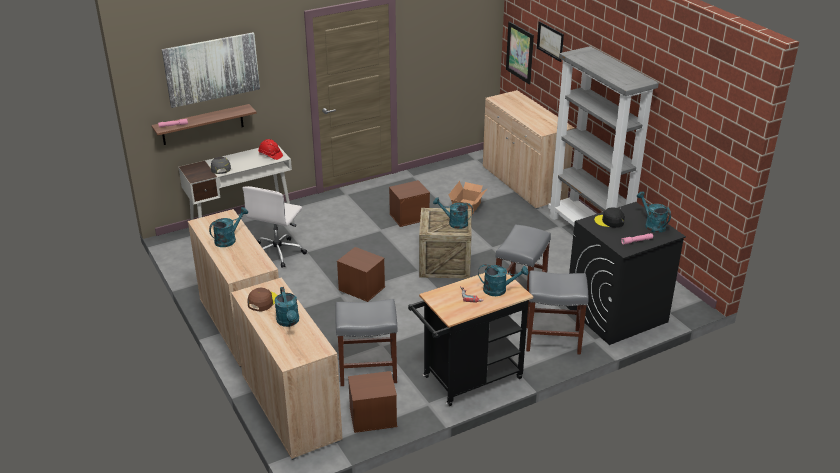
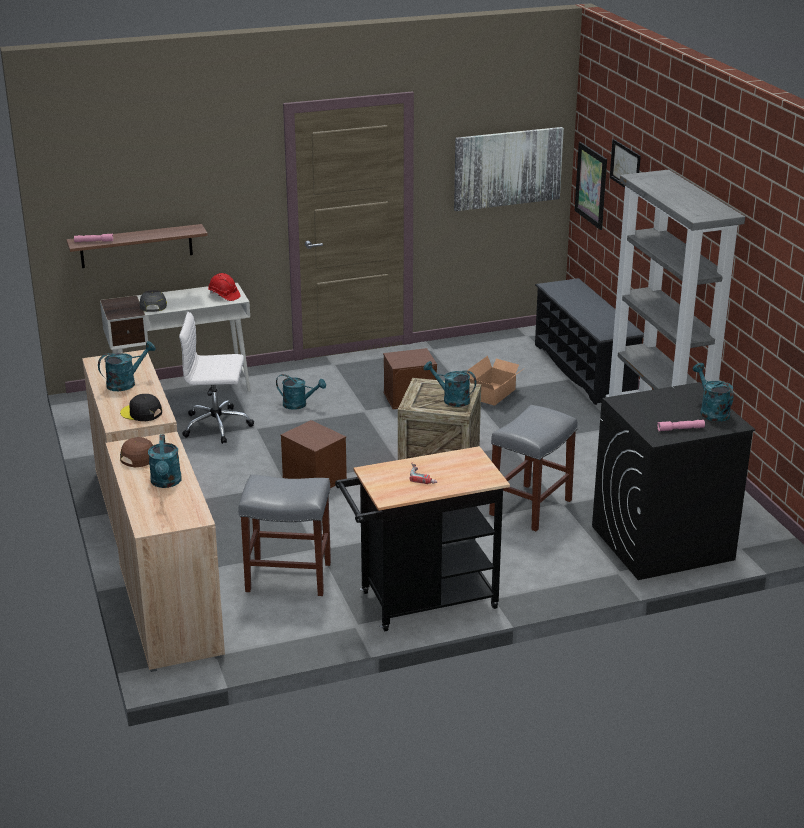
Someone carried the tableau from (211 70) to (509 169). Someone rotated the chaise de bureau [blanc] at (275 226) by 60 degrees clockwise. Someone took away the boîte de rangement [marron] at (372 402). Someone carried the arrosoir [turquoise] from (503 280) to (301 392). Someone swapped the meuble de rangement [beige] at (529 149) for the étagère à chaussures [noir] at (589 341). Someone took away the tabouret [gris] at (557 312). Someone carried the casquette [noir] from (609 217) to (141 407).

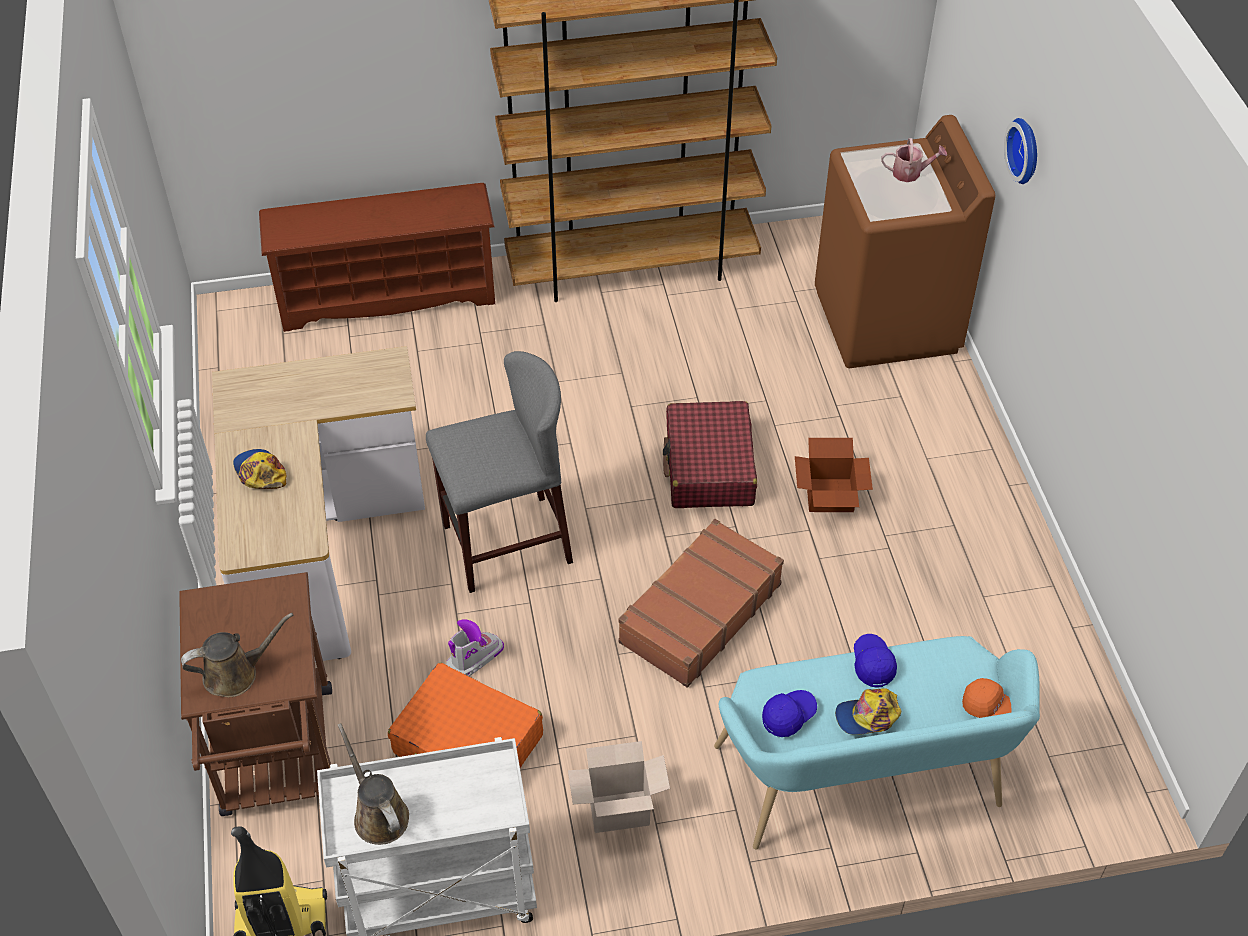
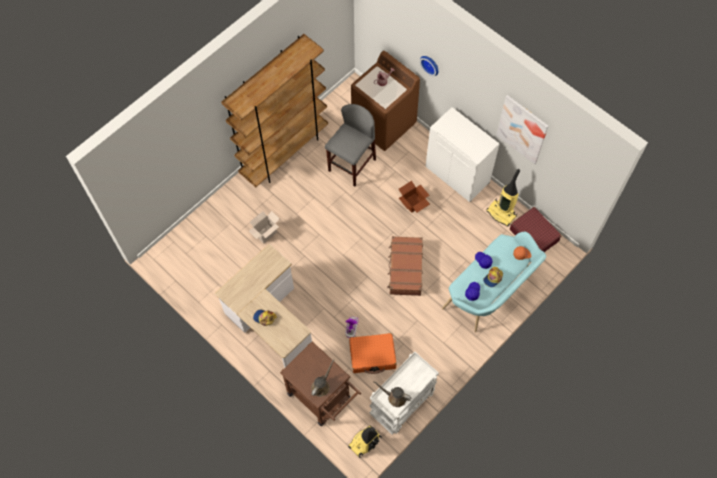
Someone took away the étagère à chaussures [marron] at (377 257). Someone carried the tabouret [gris] from (499 472) to (350 145). Someone carried the carton from (619 787) to (264 227). Someone carried the valise [rouge] from (710 454) to (535 229). Someone put down the meuble de rangement [blanc] at (462 154). Someone put down the aspirateur at (503 197). Someone put up the tableau at (523 129).

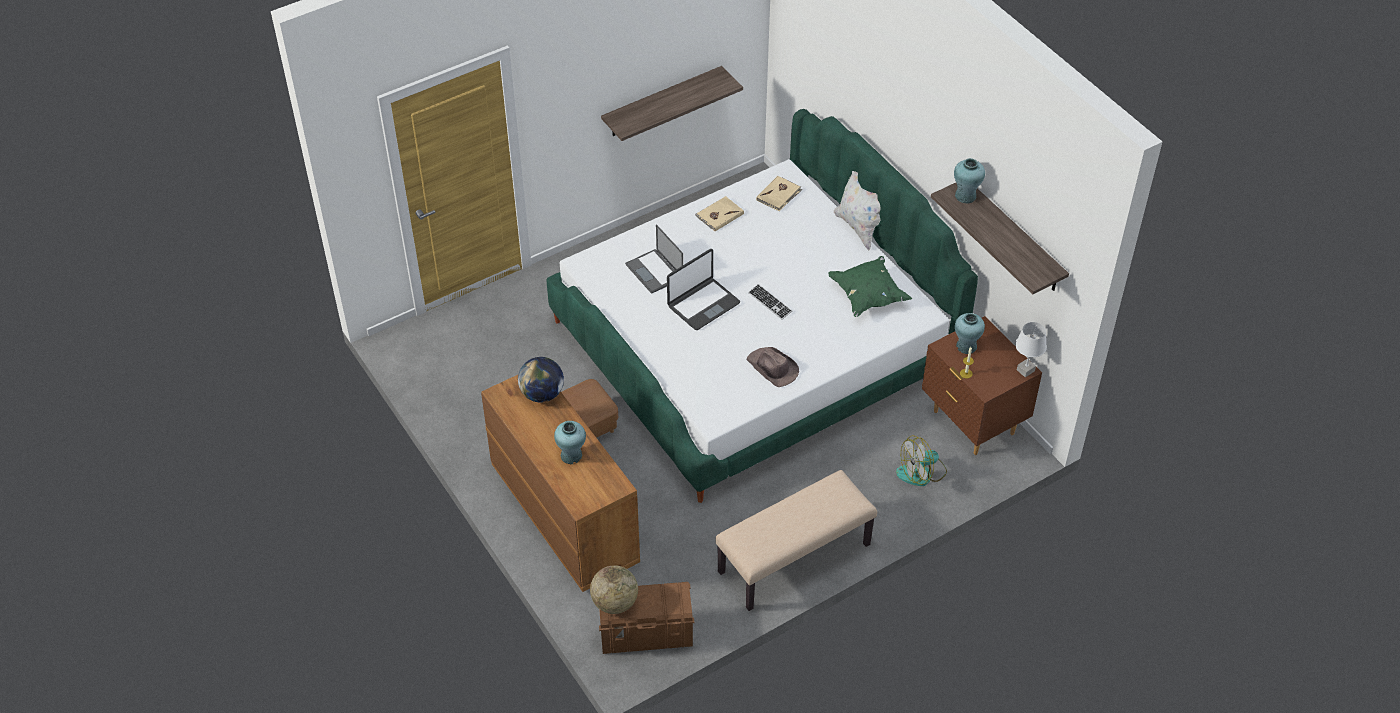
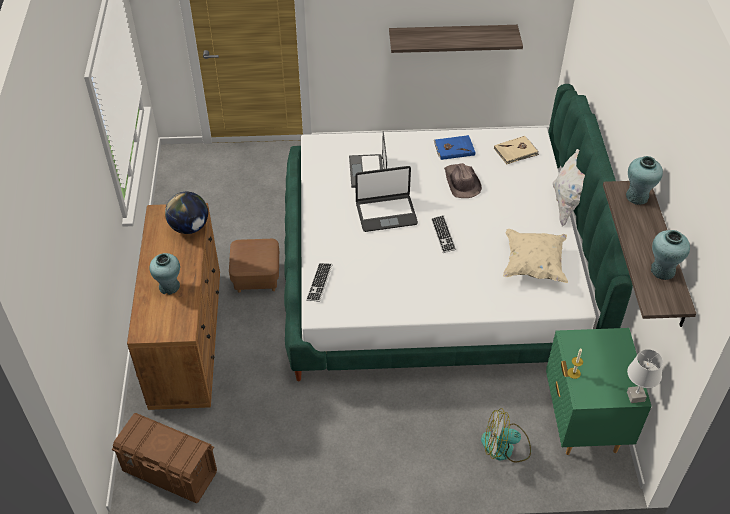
Someone took away the globe at (614 589). Someone repainted the livre [beige] at (719 213), which became the livre [bleu] at (454 147). Someone took away the banc [beige] at (796 540). Someone carried the chapeau [marron] from (773 367) to (463 180). Someone repainted the coussin [vert] at (870 286), which became the coussin [beige] at (535 256). Someone repainted the table de chevet [marron] at (982 385), which became the table de chevet [vert] at (599 391). Someone carried the vase [turquoise] from (970 333) to (670 255). Someone put down the clavier at (319 282).

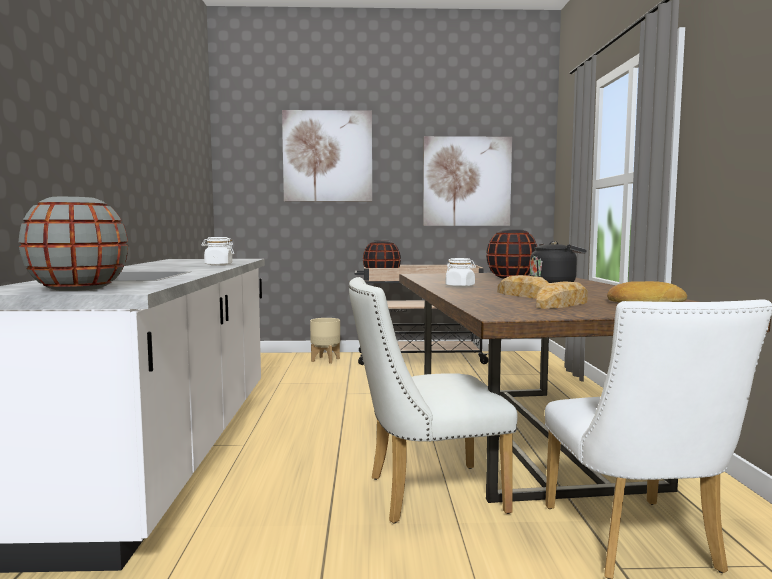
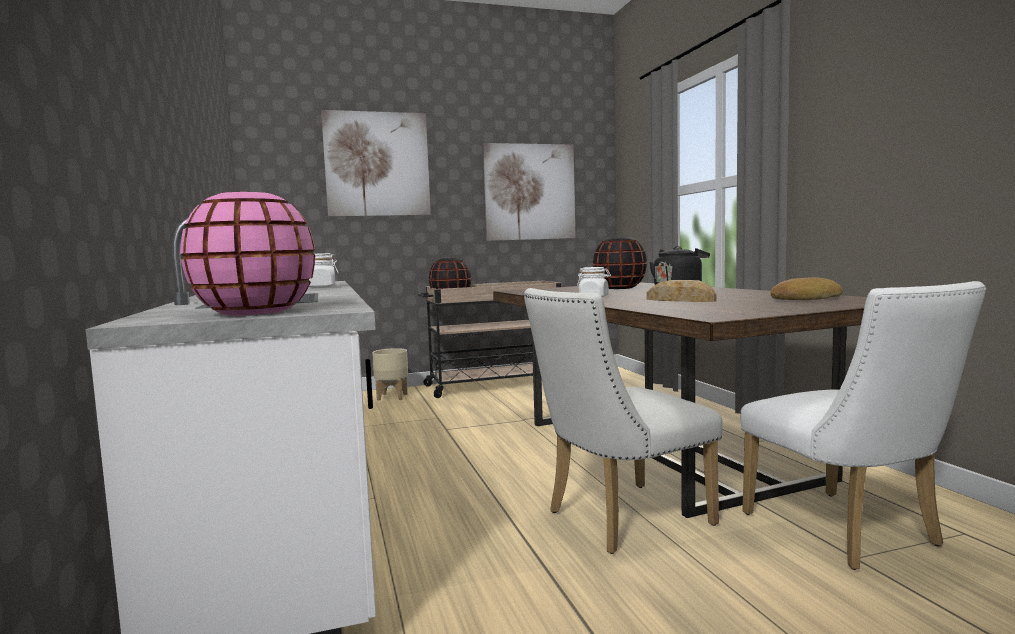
Someone repainted the vase [gris] at (73 244), which became the vase [rose] at (247 254). Someone took away the pain at (562 295).

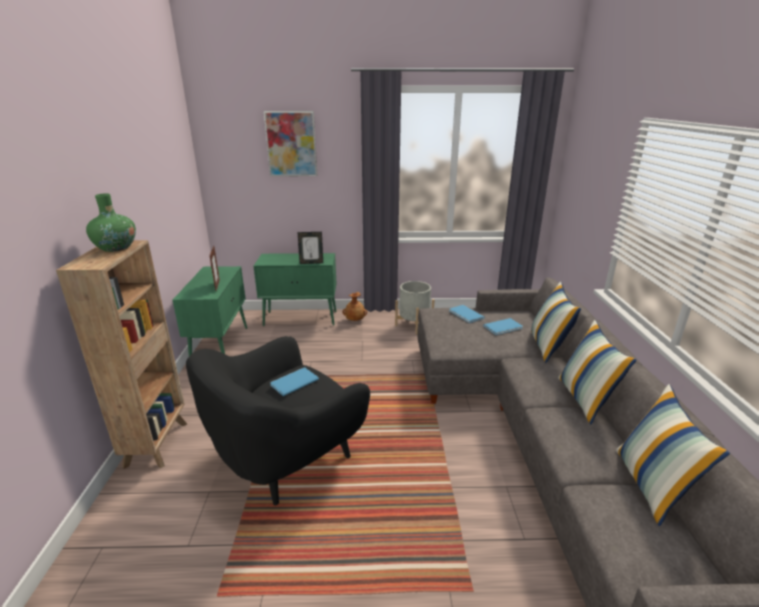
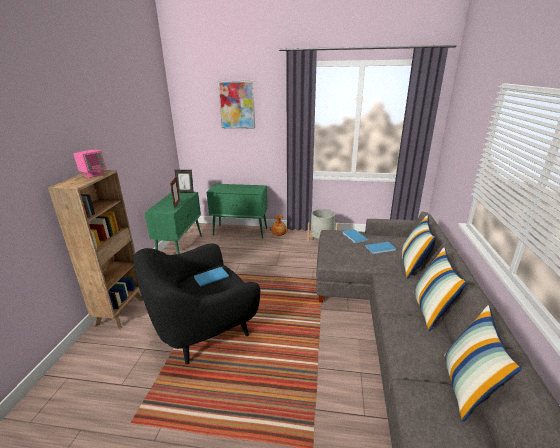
Someone swapped the vase [vert] at (111 222) for the enceinte [rose] at (89 164). Someone carried the cadre photo from (310 248) to (184 181).

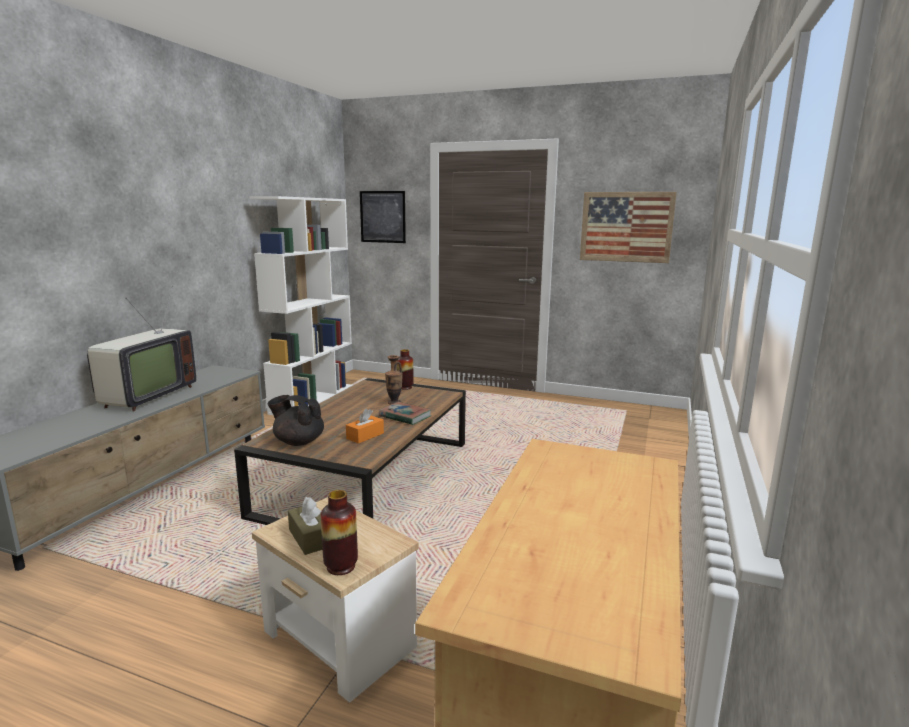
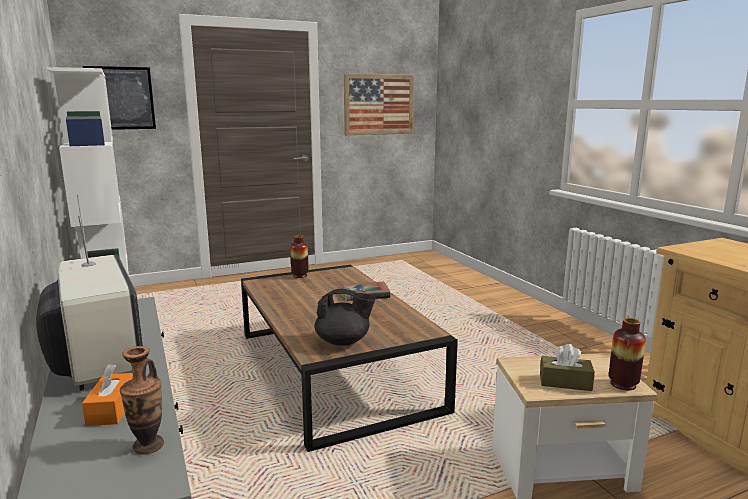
Someone rotated the théière [noir] at (296 420) by 150 degrees counterclockwise. Someone carried the boîte à mouchoirs [orange] from (365 426) to (107 395). Someone carried the vase from (394 380) to (142 400).

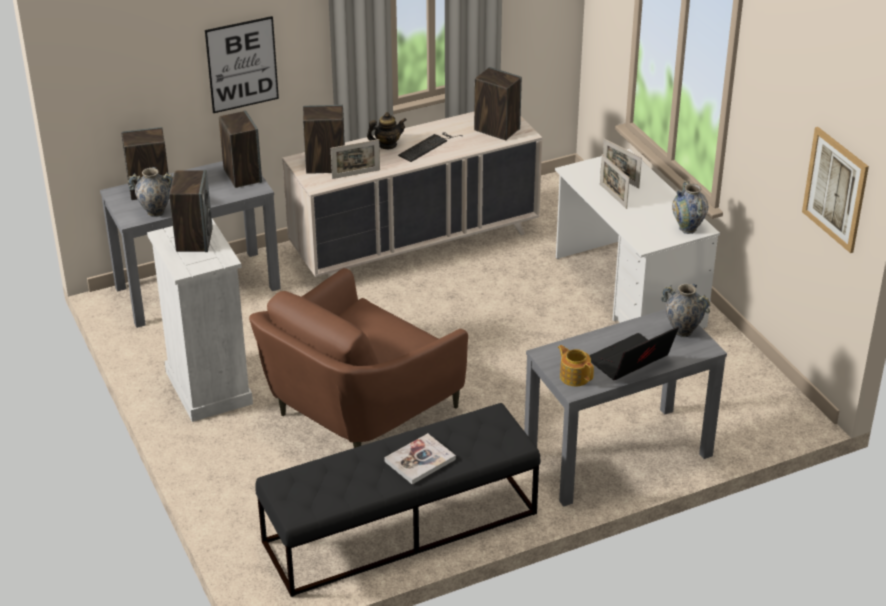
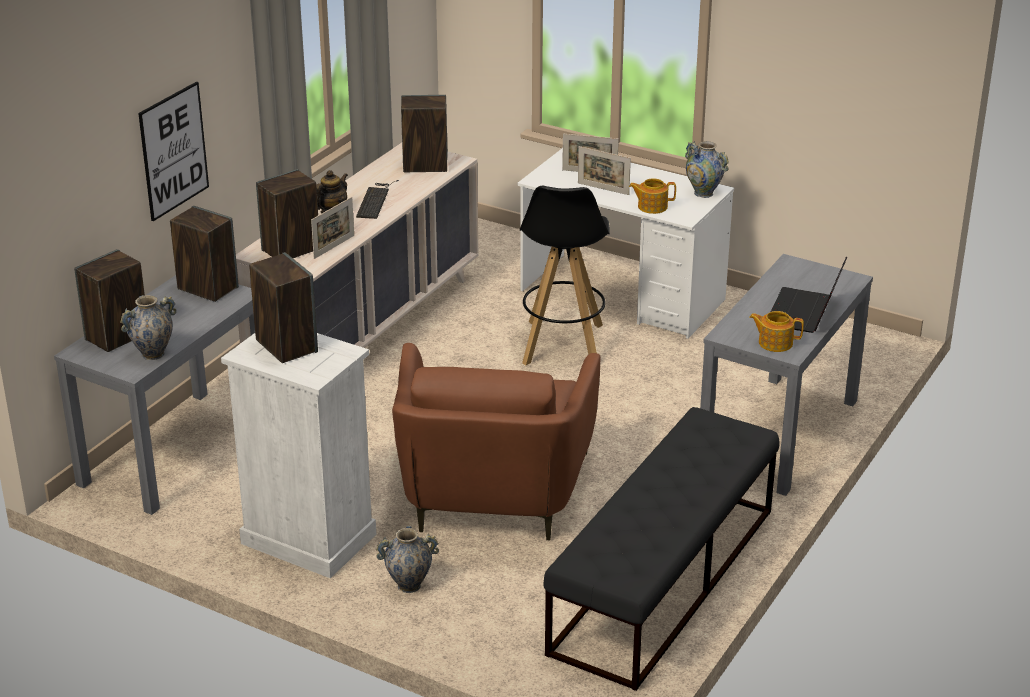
Someone took away the livre at (420 459). Someone carried the vase from (686 310) to (407 559). Someone took away the tableau at (835 190). Someone put down the tabouret [noir] at (565 276). Someone put down the théière at (652 196).

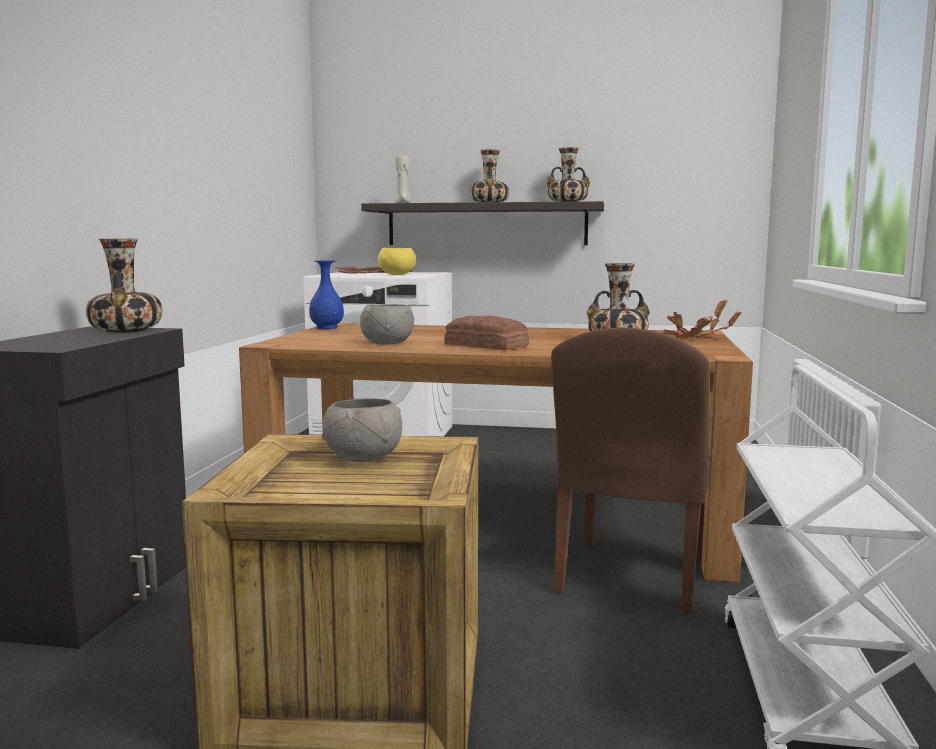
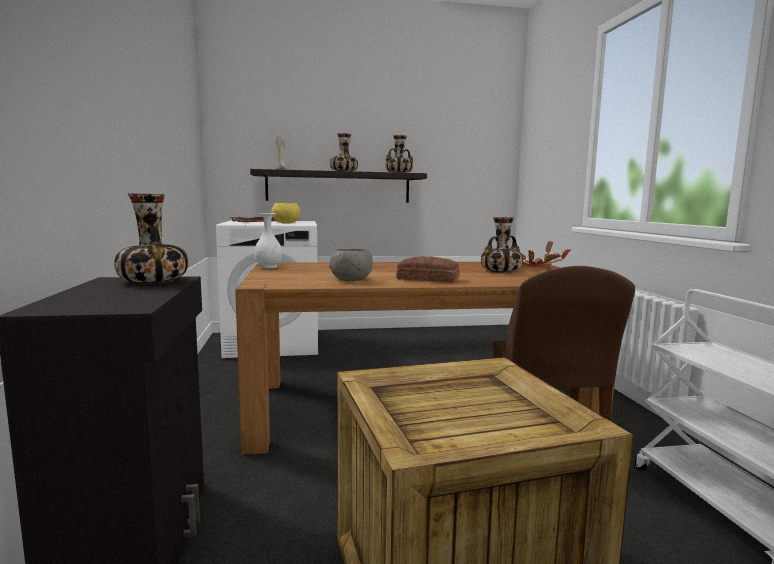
Someone repainted the vase [bleu] at (326 294), which became the vase [blanc] at (268 240). Someone took away the bol [gris] at (362 430).

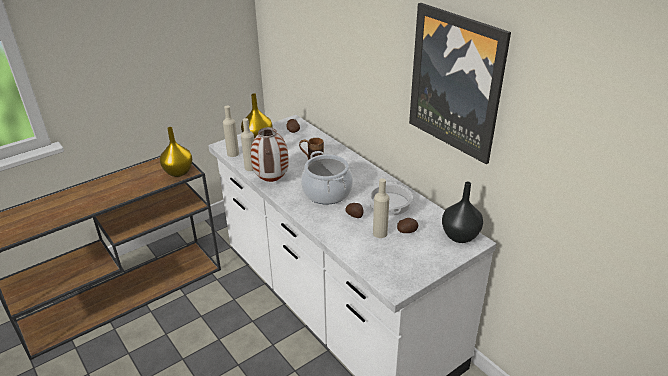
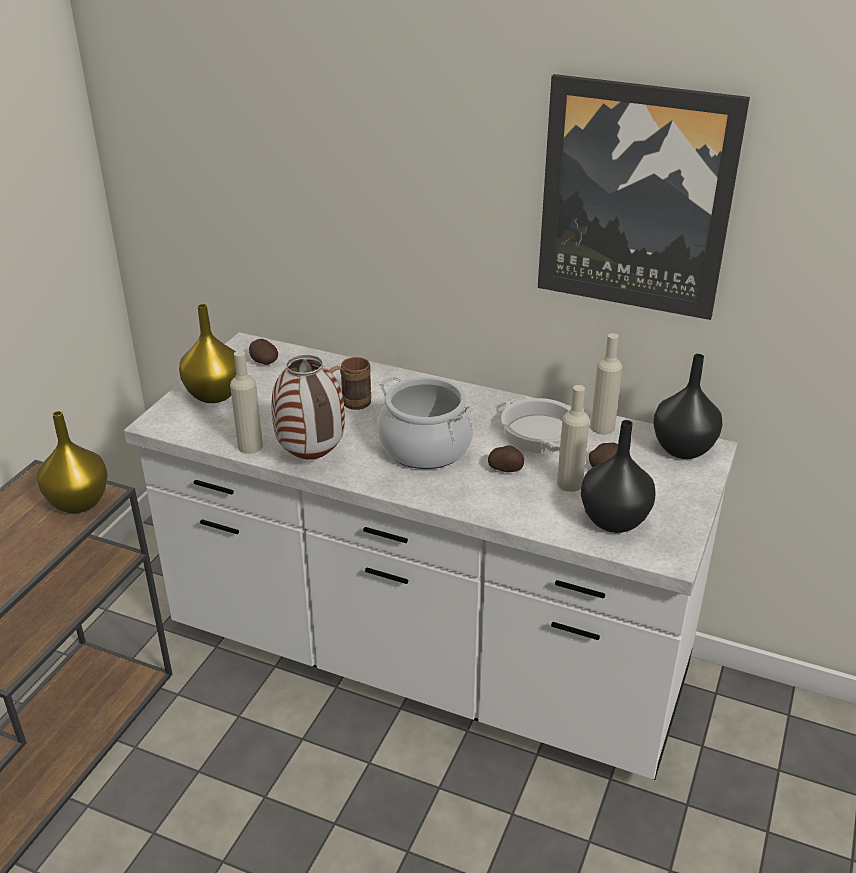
Someone carried the bouteille [beige] from (231 131) to (606 384). Someone put down the vase [noir] at (618 476).

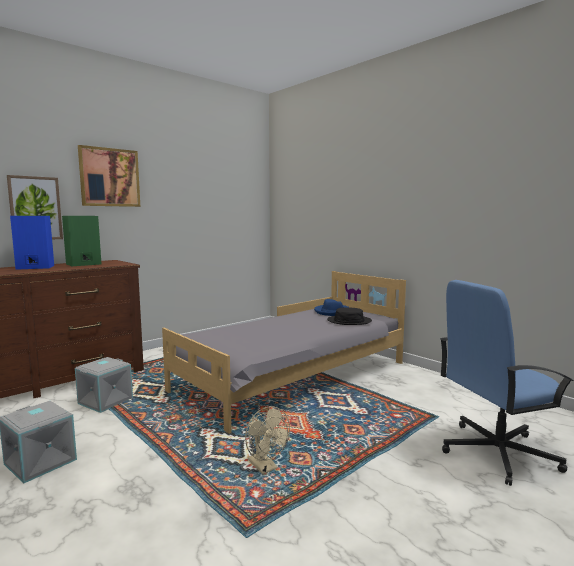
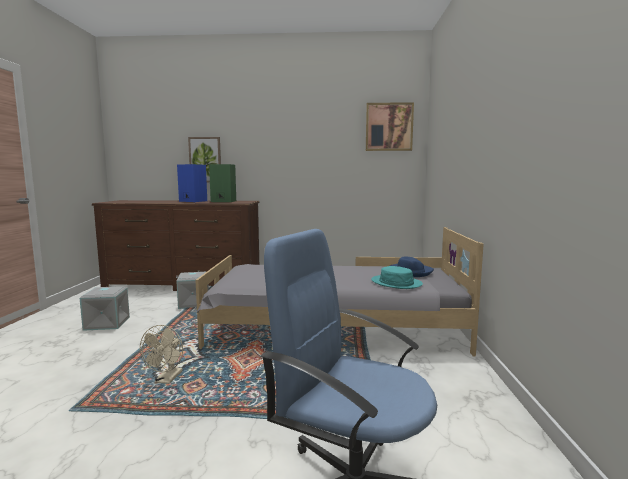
Someone carried the tableau from (109 176) to (390 126). Someone repainted the chapeau [noir] at (349 316), which became the chapeau [turquoise] at (397 277).

